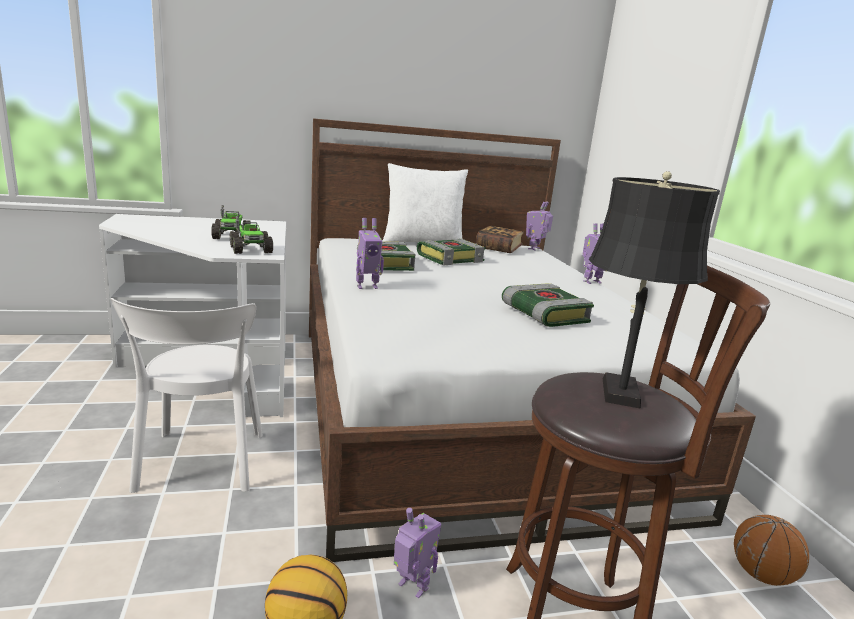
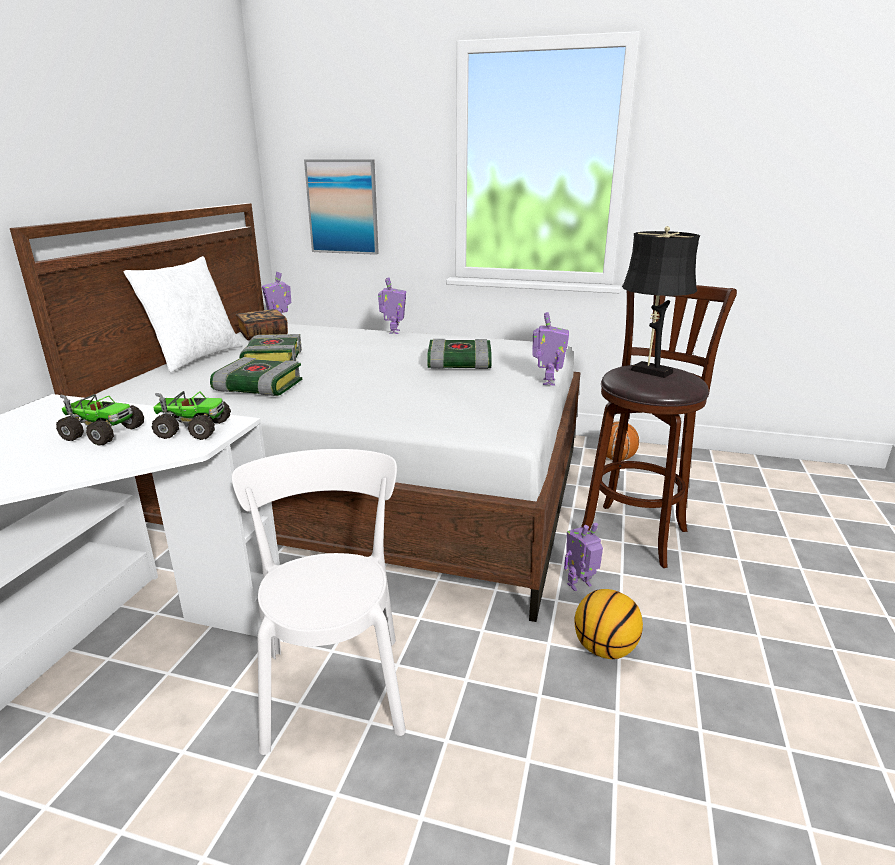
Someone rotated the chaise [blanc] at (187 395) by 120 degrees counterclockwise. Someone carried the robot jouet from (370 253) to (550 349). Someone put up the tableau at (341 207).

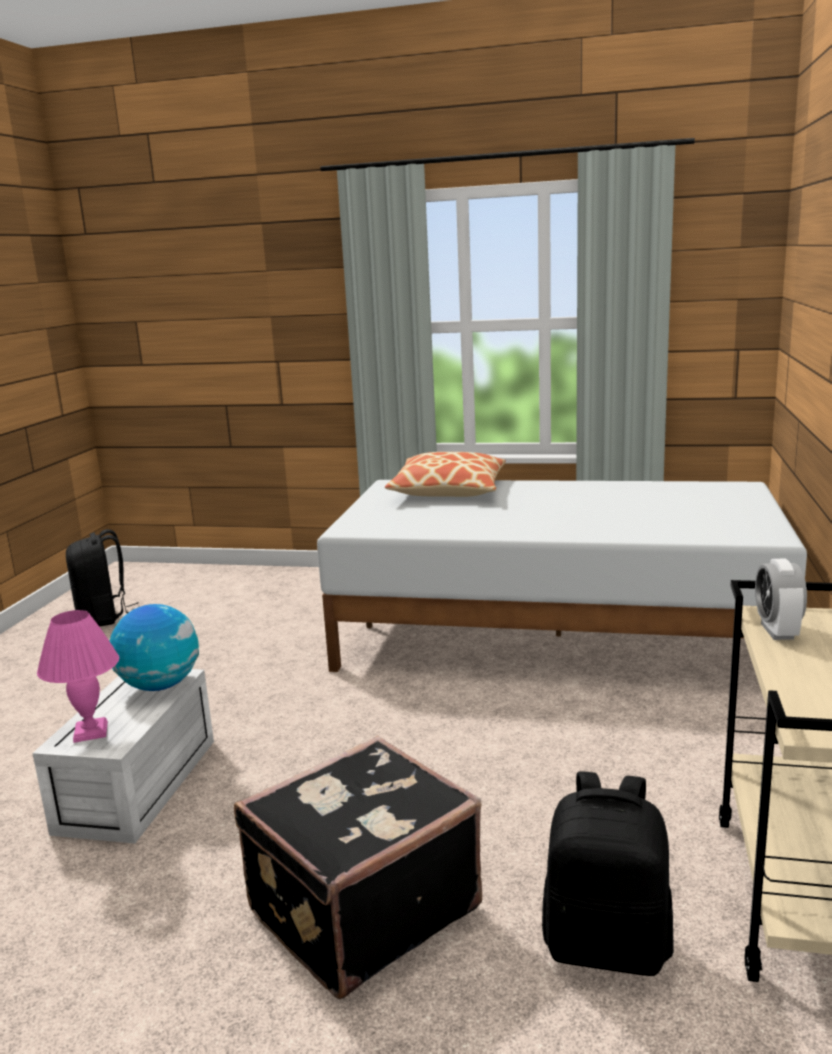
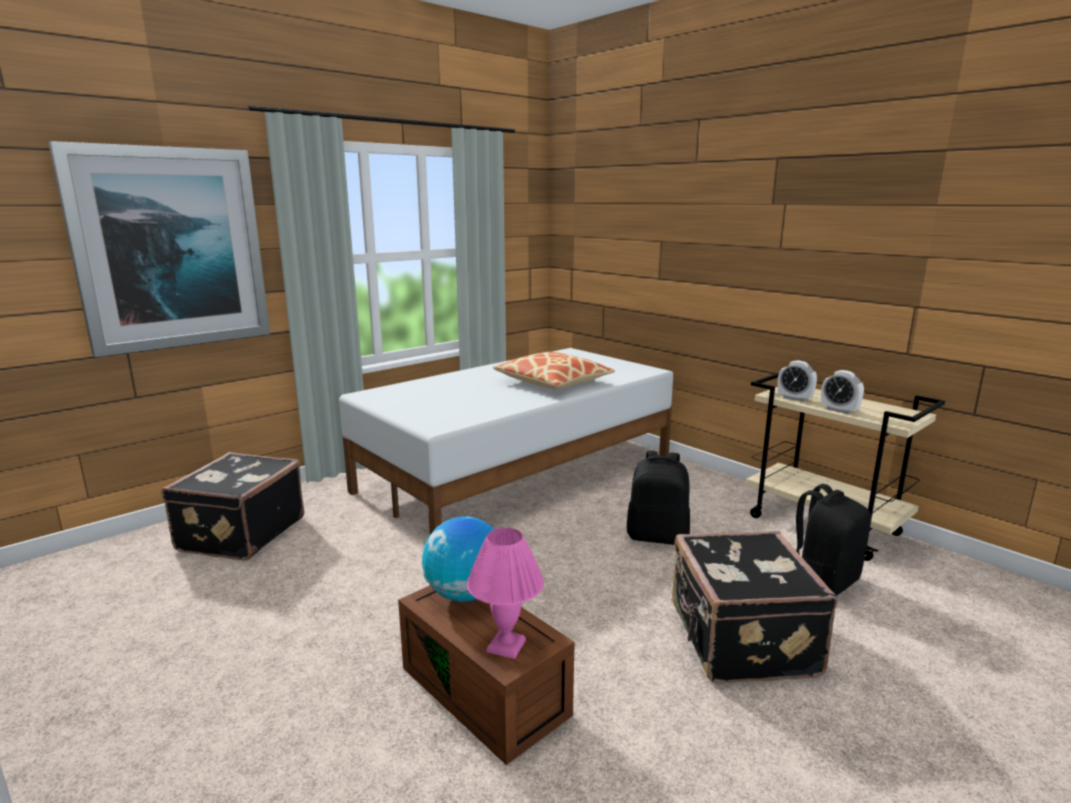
Someone repainted the boîte de rangement [blanc] at (123 756), which became the boîte de rangement [marron] at (486 675). Someone carried the sac à dos [noir] from (102 577) to (658 498). Someone carried the coussin from (445 474) to (554 370). Someone put up the tableau at (159 249). Someone put down the valise [noir] at (232 506). Someone put down the réveil at (842 392).

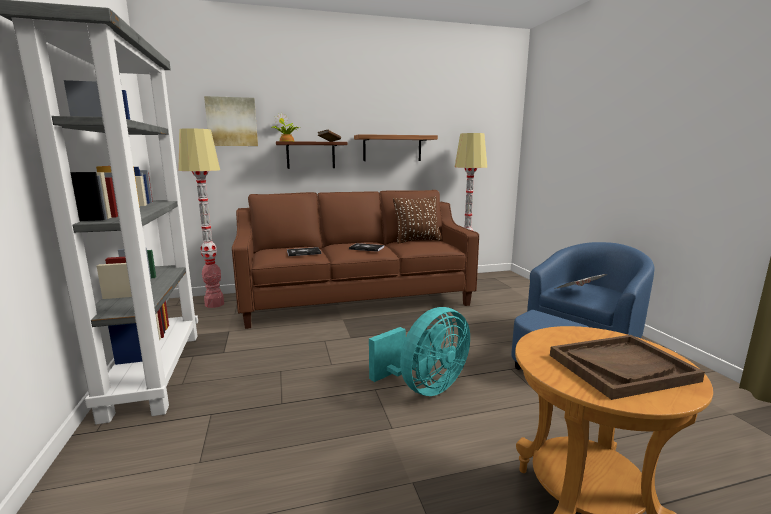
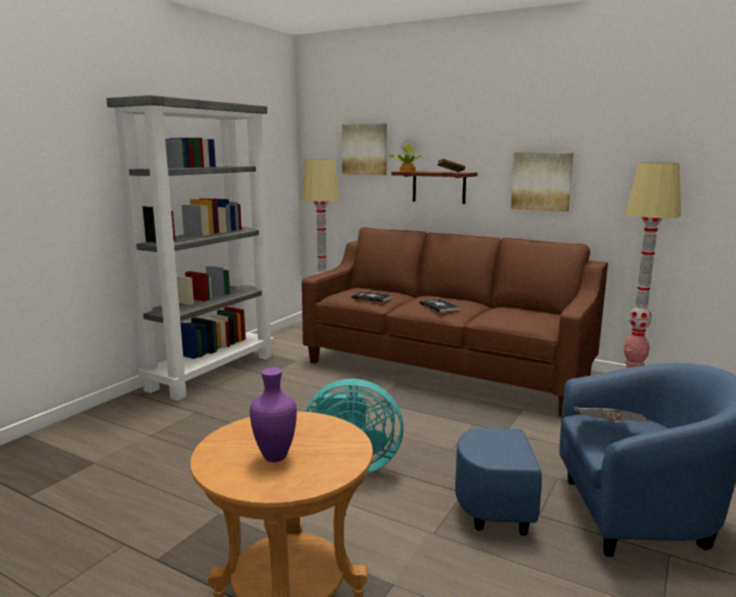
Someone swapped the étagère at (396 147) for the tableau at (542 182). Someone took away the coussin [marron] at (417 220). Someone swapped the plateau [marron] at (627 367) for the vase [violet] at (273 415).

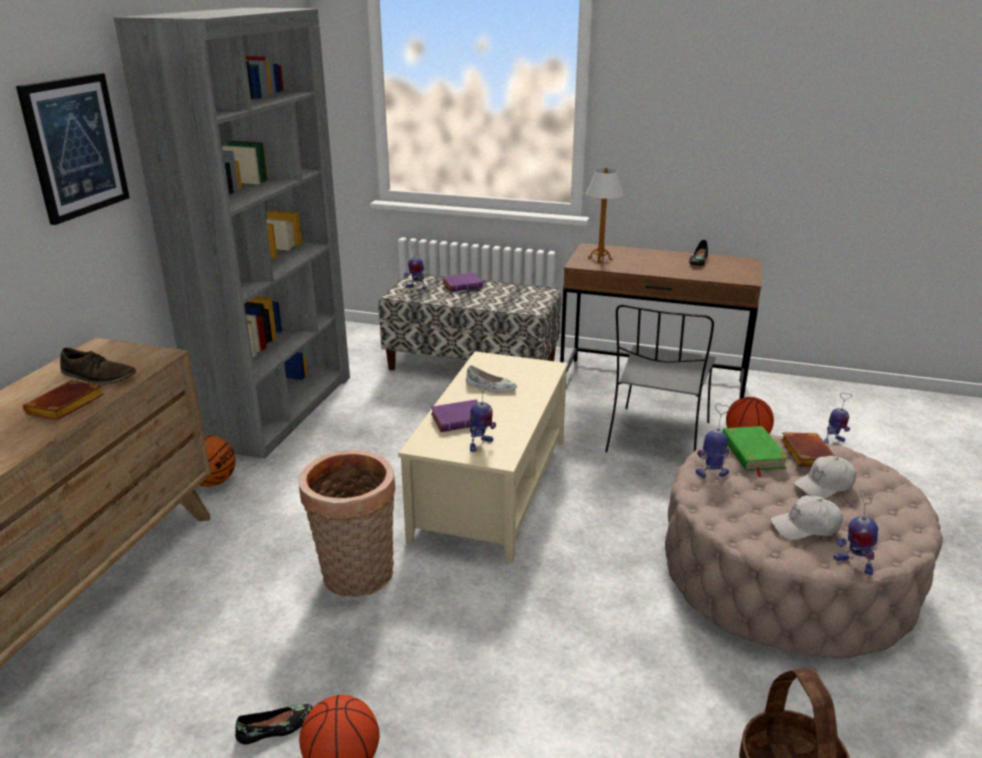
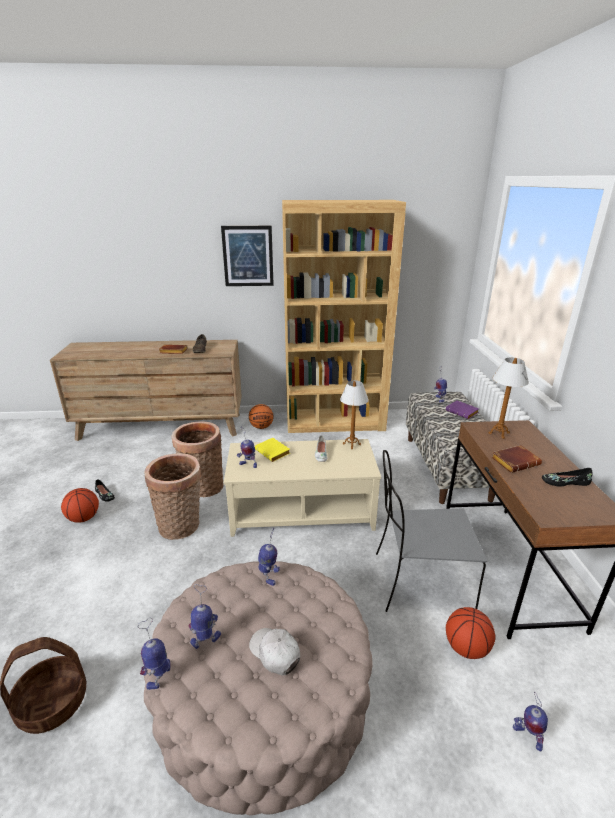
Someone repainted the bibliothèque [gris] at (232 233), which became the bibliothèque [marron] at (344 316). Someone repainted the livre [violet] at (454 415), which became the livre [jaune] at (272 450). Someone took away the livre [vert] at (755 451). Someone swapped the casquette [blanc] at (806 518) for the robot jouet at (205 616). Someone carried the livre [marron] from (808 449) to (516 459). Someone put down the panier at (172 496). Someone put down the lampe de table at (354 414).

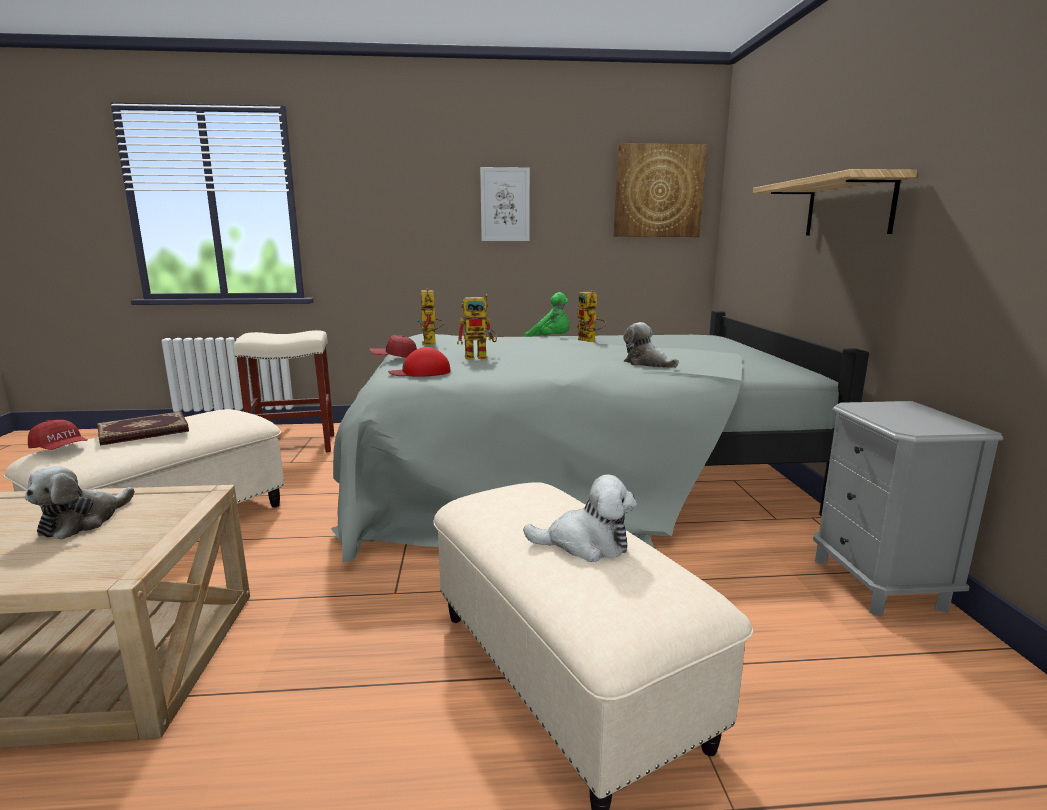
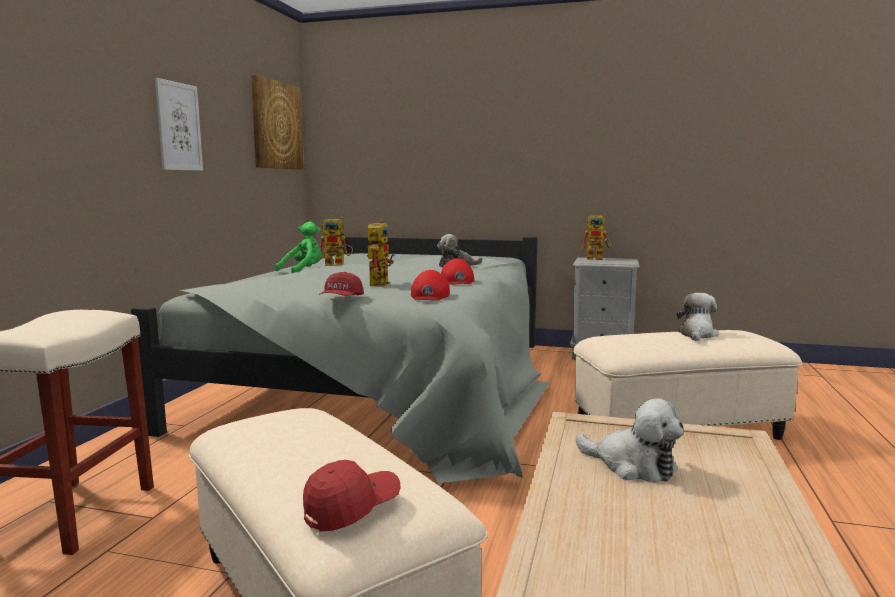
Someone took away the livre at (143 428). Someone carried the robot jouet from (430 317) to (596 236). Someone took away the étagère at (835 202). Someone put down the casquette [rouge] at (458 271).

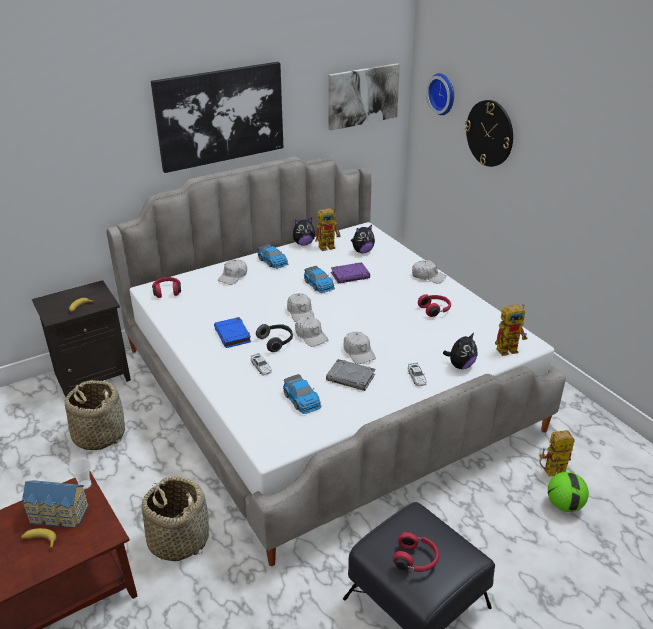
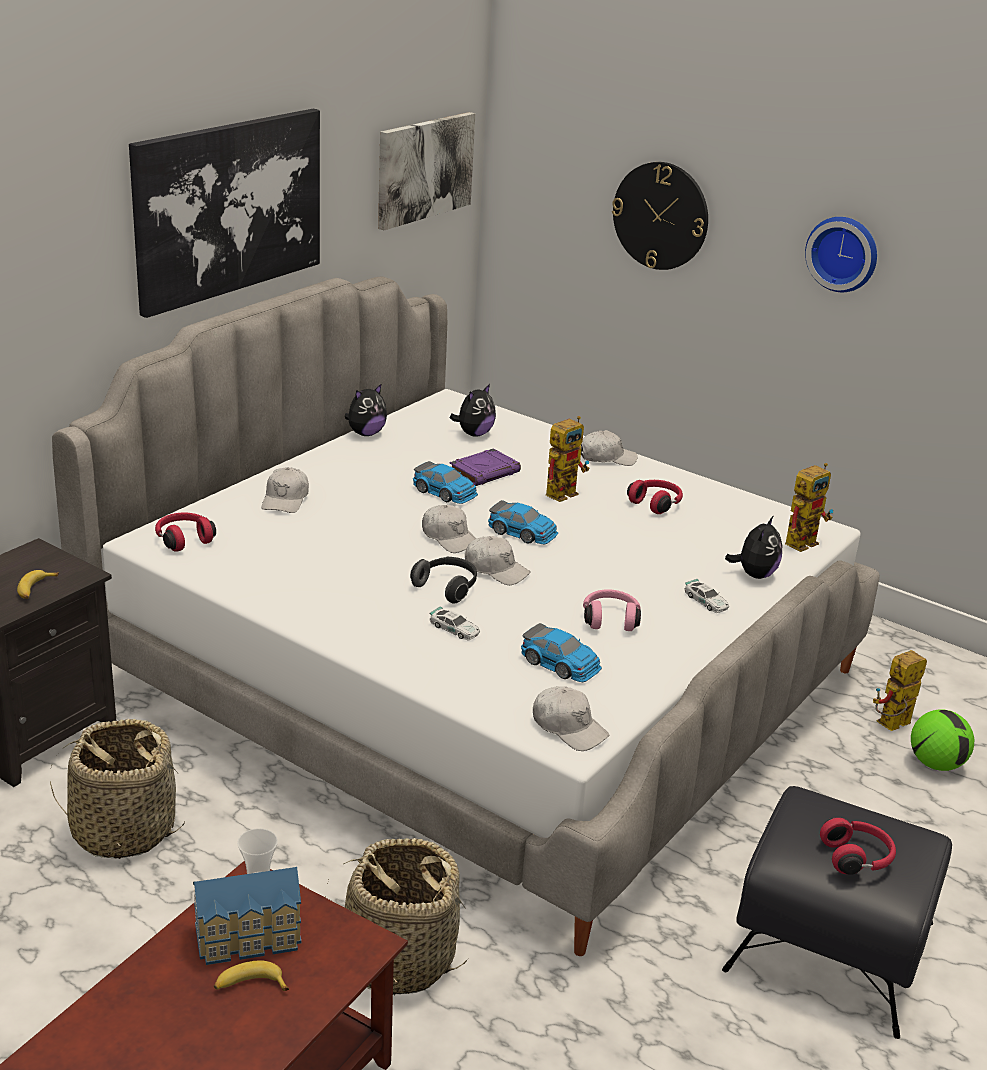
Someone took away the livre [bleu] at (232 332). Someone carried the petite voiture from (273 256) to (523 522). Someone carried the robot jouet from (328 229) to (567 459). Someone swapped the livre [gris] at (350 375) for the casque audio [rose] at (612 610). Someone carried the casquette [blanc] from (360 348) to (571 718). Someone carried the horloge murale from (440 94) to (841 254).

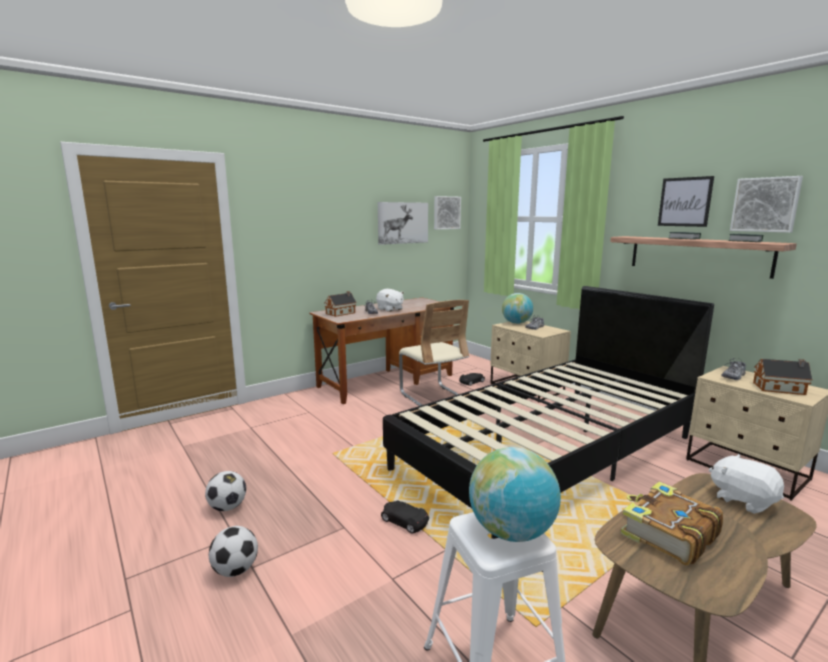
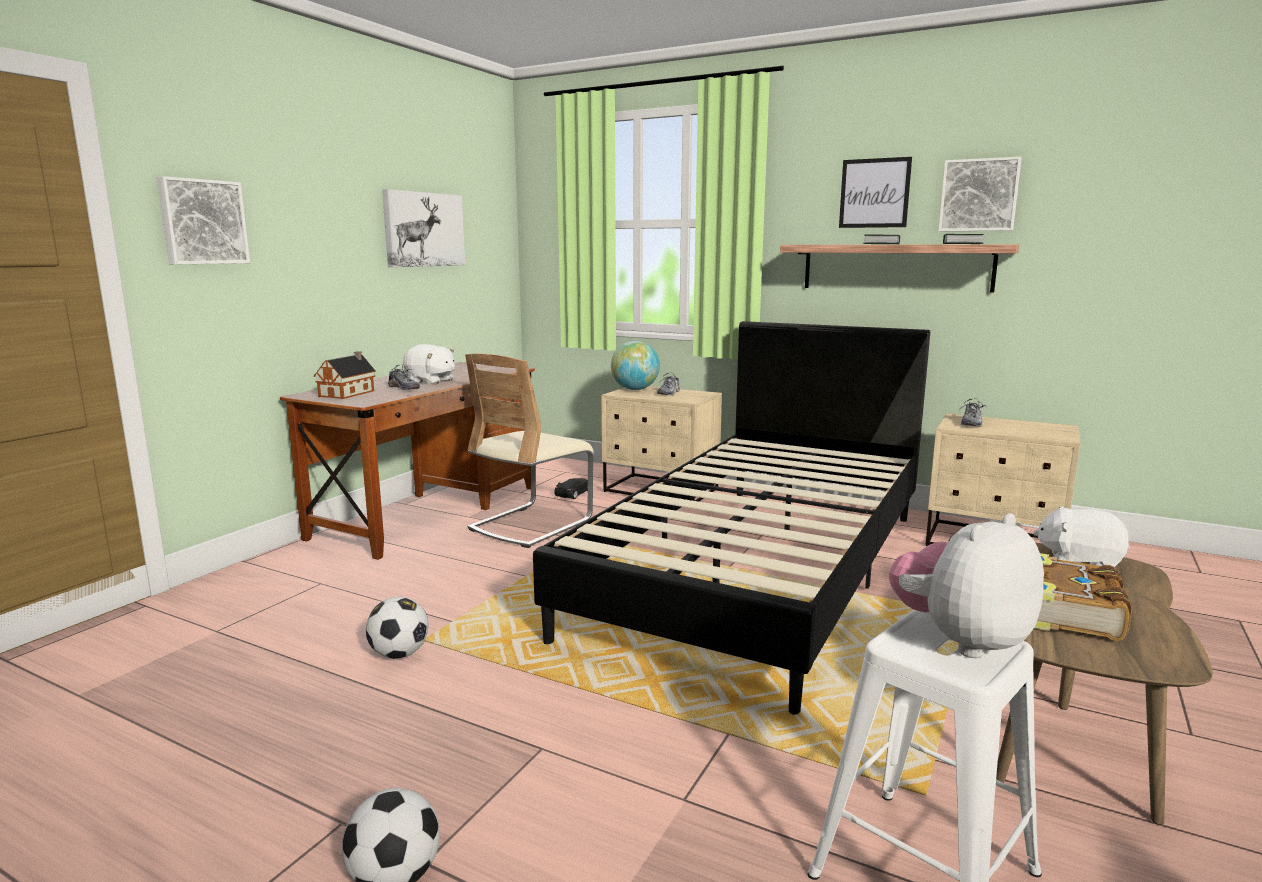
Someone carried the ballon de foot from (225 491) to (397 628). Someone took away the petite voiture [noir] at (405 517). Someone rotated the chaise [beige] at (434 353) by 90 degrees clockwise. Someone carried the tableau from (447 213) to (203 220). Someone swapped the globe at (515 494) for the peluche at (966 585). Someone took away the maison miniature at (783 377).

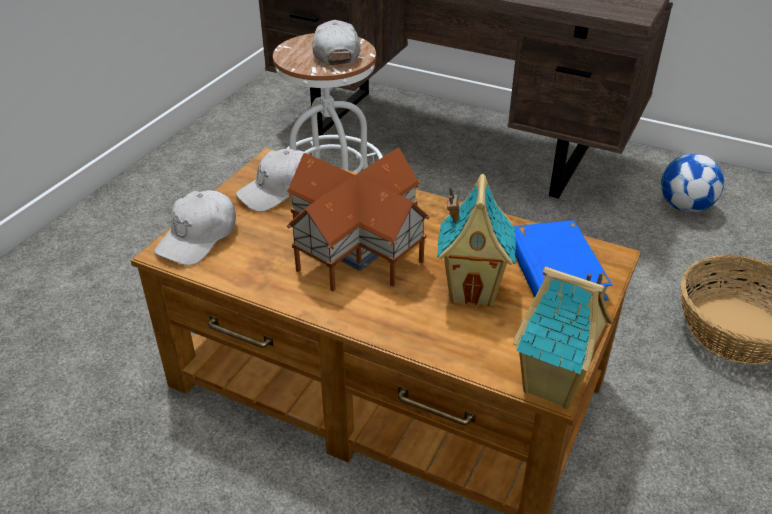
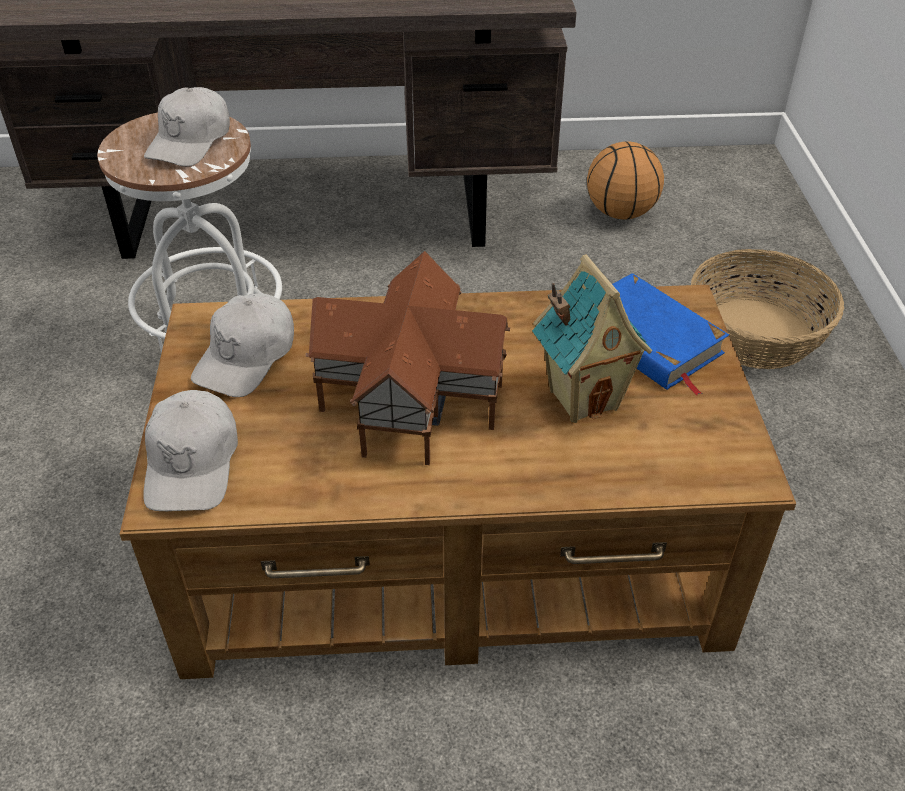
Someone rotated the casquette [blanc] at (336 42) by 120 degrees counterclockwise. Someone took away the maison miniature at (563 338). Someone swapped the ballon de foot at (692 183) for the ballon de basket at (625 180).

